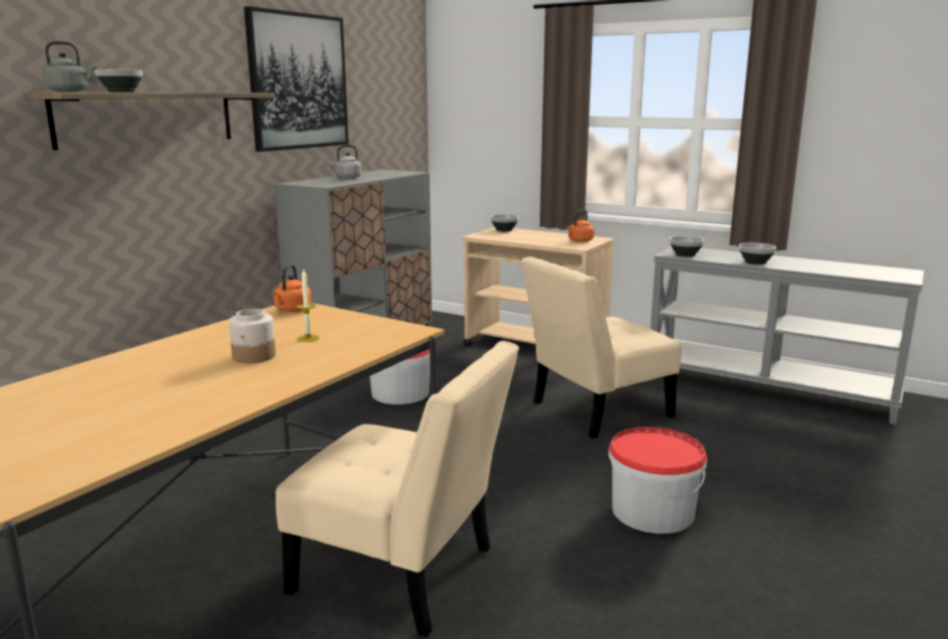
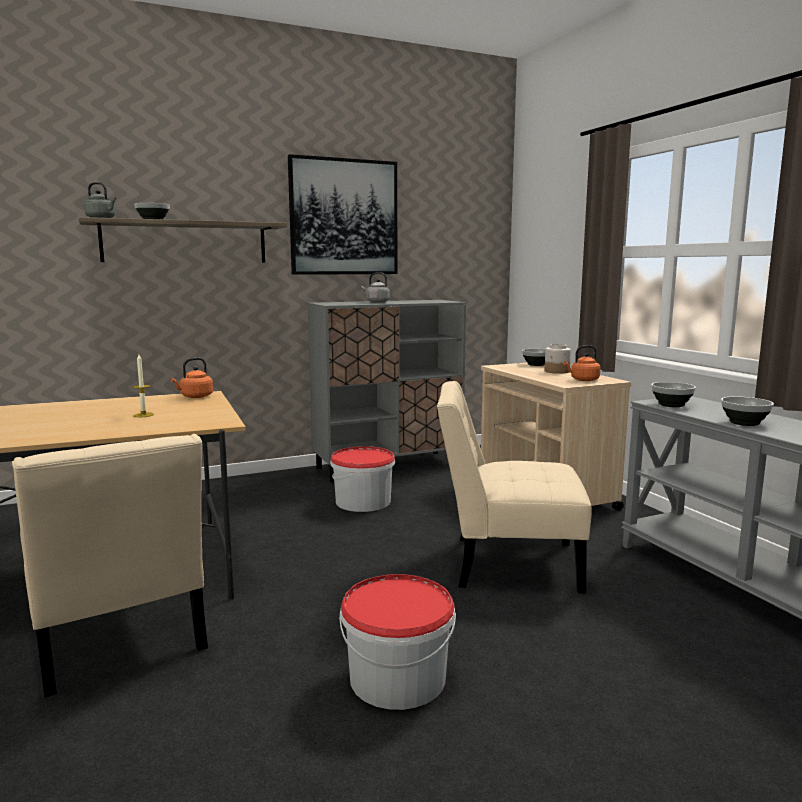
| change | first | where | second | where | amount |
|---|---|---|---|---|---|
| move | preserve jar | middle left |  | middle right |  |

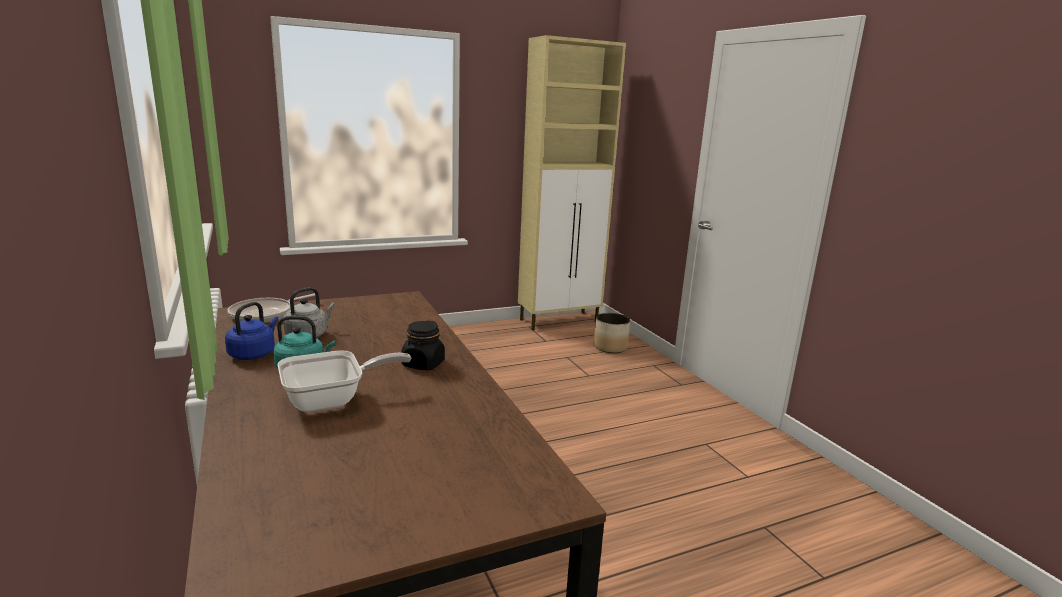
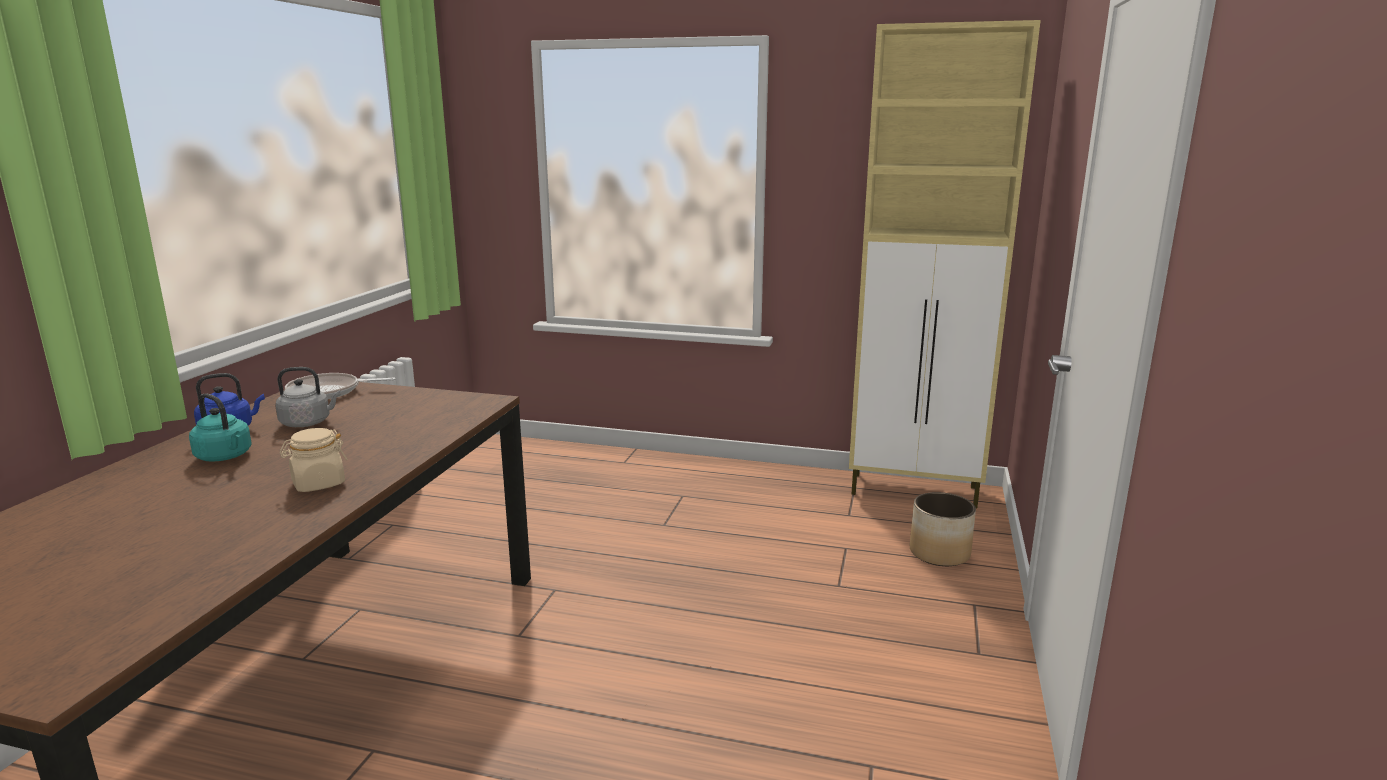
| change | first | where | second | where | amount |
|---|---|---|---|---|---|
| delete | frying pan (2nd from left) | middle left |  |  |  |
| recolor | black preserve jar | centre | beige-coloured preserve jar | middle left |  |

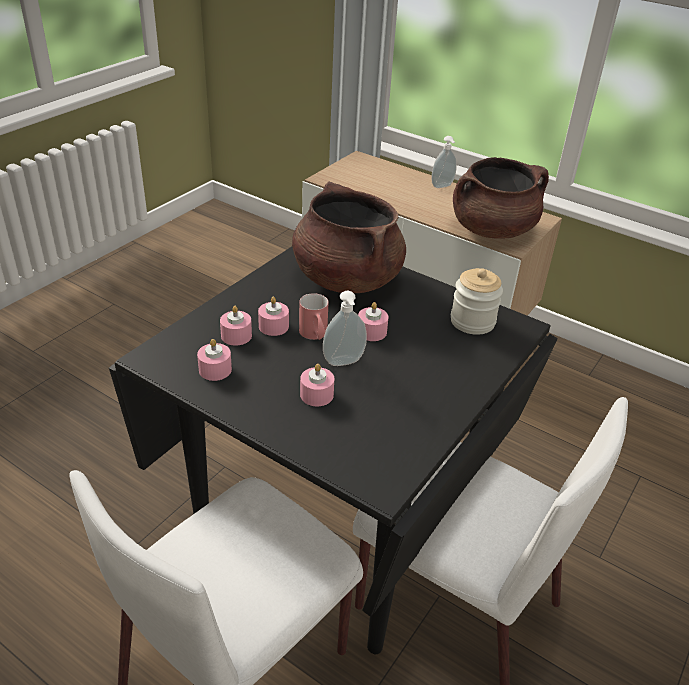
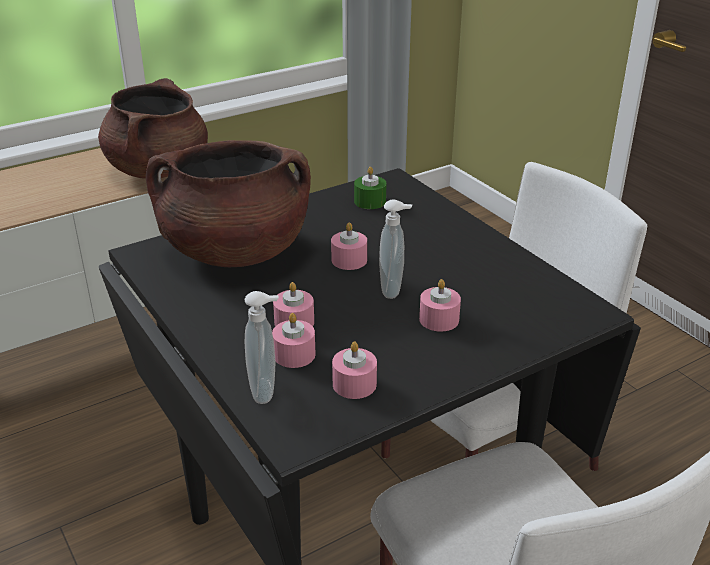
| change | first | where | second | where | amount |
|---|---|---|---|---|---|
| delete | reddish coffee mug | centre |  |  |  |
| move | liquid soap bottle (2nd from left in the first image) | top centre | liquid soap bottle (1st from left) | centre |  |
| replace | preserve jar | middle right | green wax candle | top centre |  |

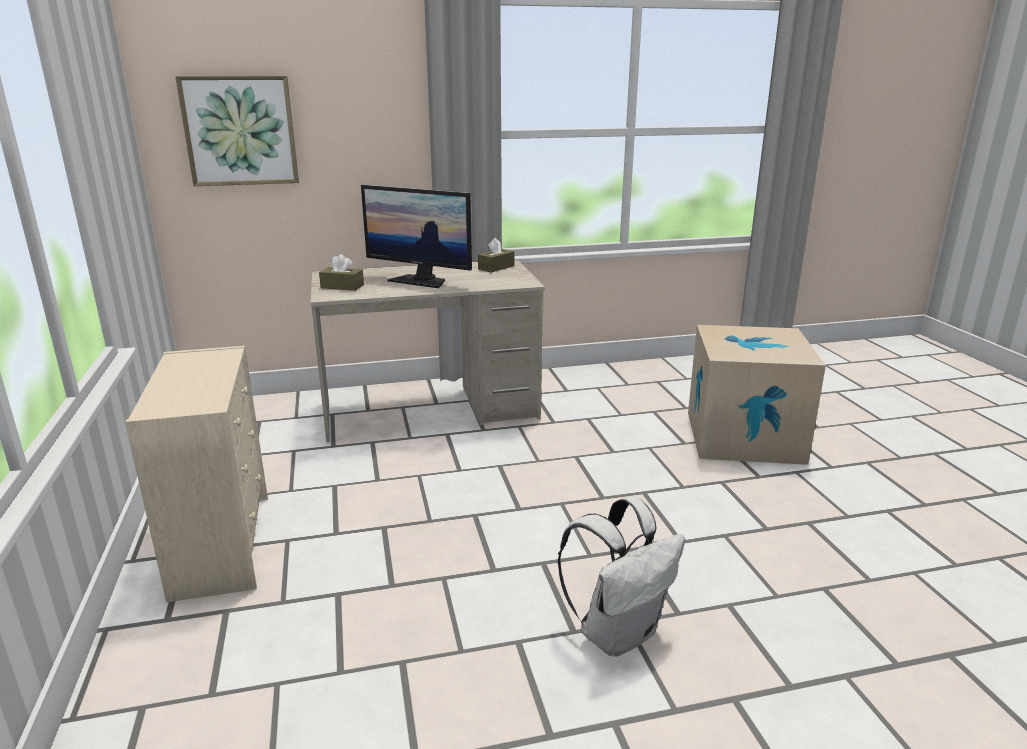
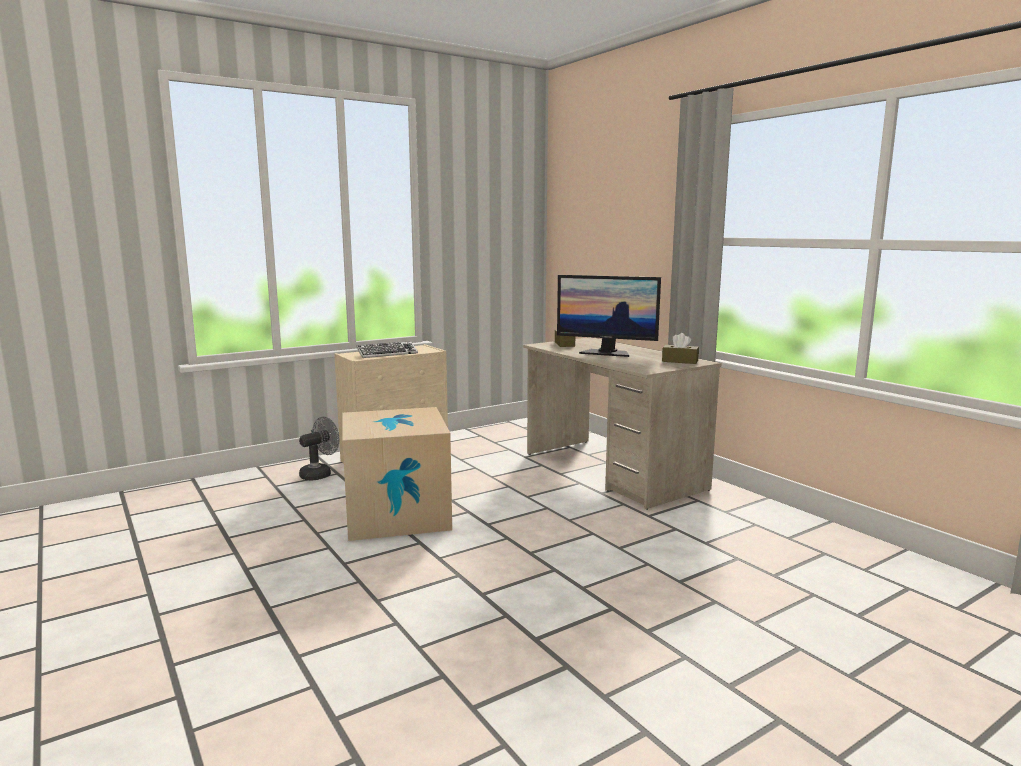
| change | first | where | second | where | amount |
|---|---|---|---|---|---|
| delete | wall picture | top left |  |  |  |
| rotate | computer display | top centre |  | centre | 75 degrees counterclockwise |
| delete | white knapsack | bottom centre |  |  |  |
| move | cardboard box | middle right |  | centre |  |
| insert |  |  | grey cooling fan | middle left |  |
| insert |  |  | PC keyboard | centre |  |

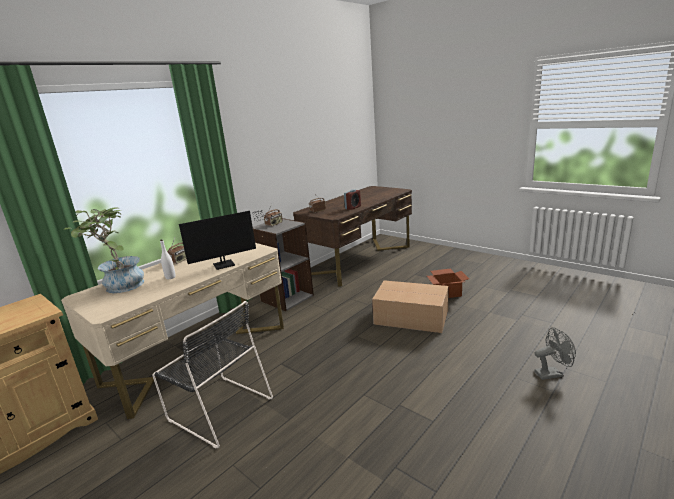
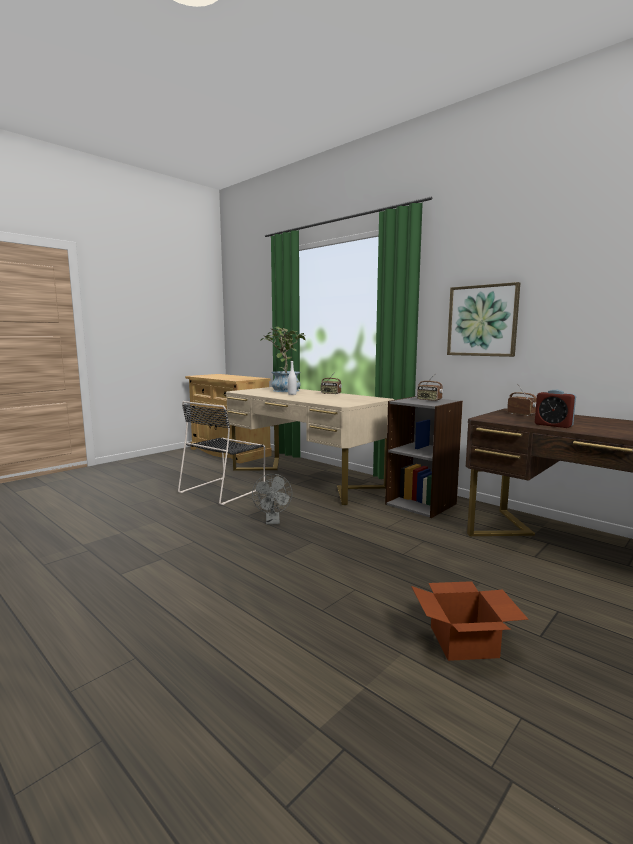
| change | first | where | second | where | amount |
|---|---|---|---|---|---|
| delete | computer display | middle left |  |  |  |
| delete | cardboard box (1st from left) | centre |  |  |  |
| move | grey cooling fan | bottom right |  | centre |  |
| insert |  |  | wall picture | middle right |  |

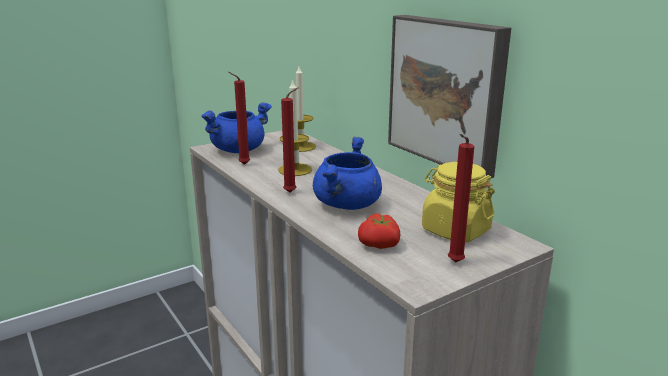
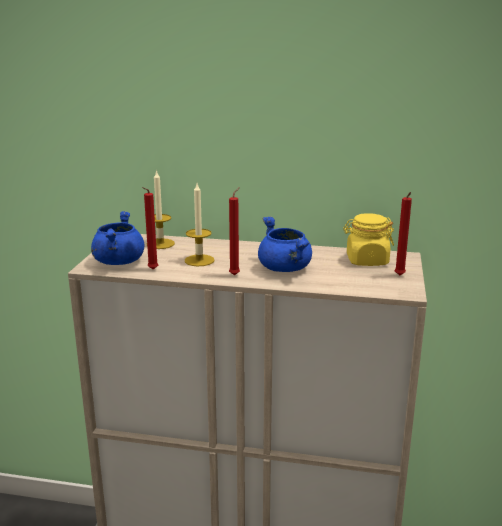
| change | first | where | second | where | amount |
|---|---|---|---|---|---|
| delete | whole tomato | centre |  |  |  |
| delete | wall picture | top right |  |  |  |

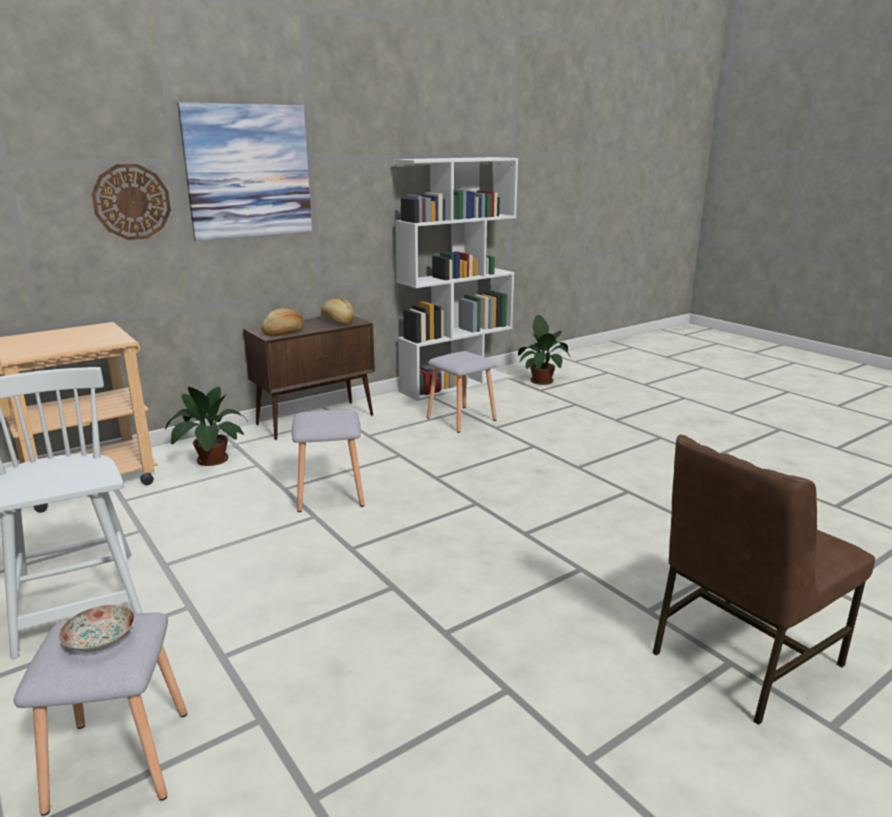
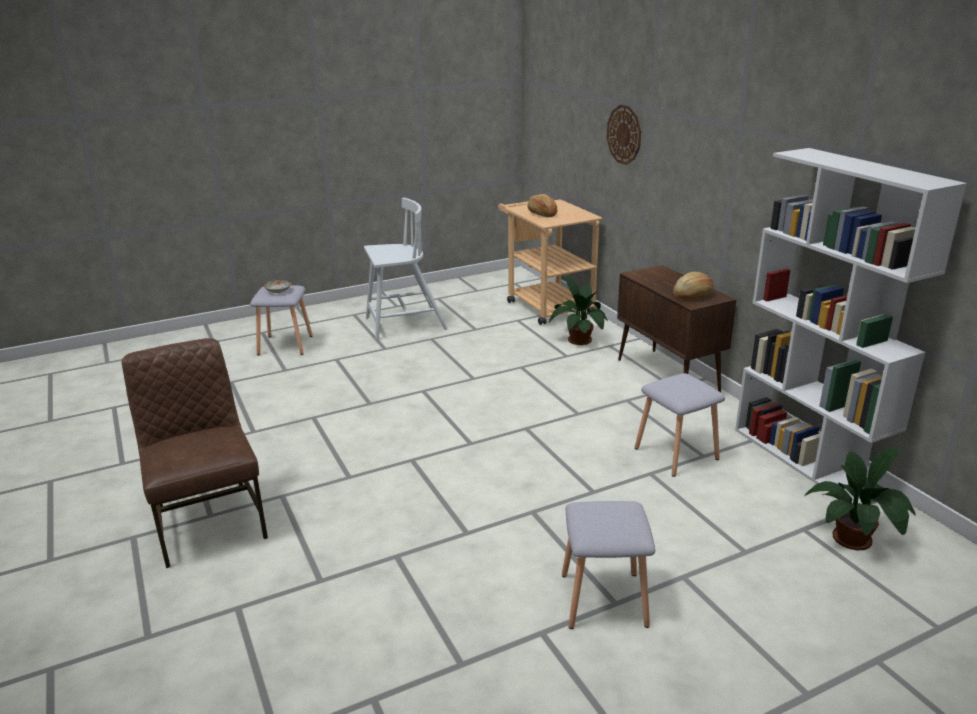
| change | first | where | second | where | amount |
|---|---|---|---|---|---|
| delete | wall picture | top left |  |  |  |
| move | bakery bread (1st from left) | middle left |  | top centre |  |
| move | grey stool (2nd from left) | centre |  | bottom centre |  |

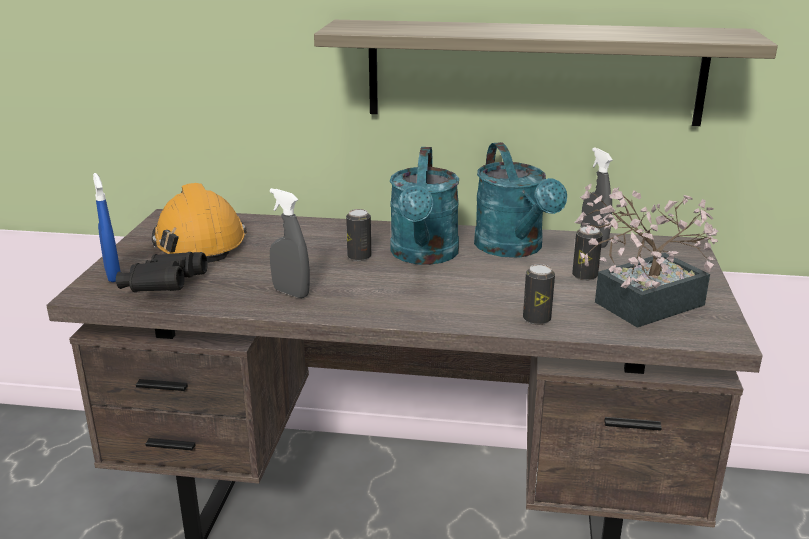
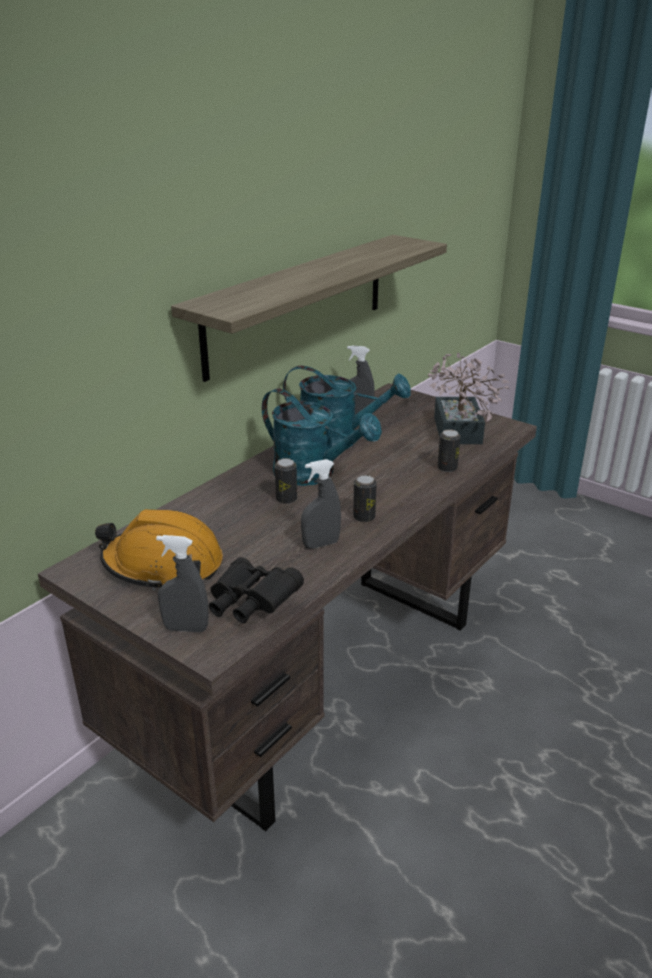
| change | first | where | second | where | amount |
|---|---|---|---|---|---|
| recolor | blue-coloured hand sprayer | middle left | grey hand sprayer (1st from left) | middle left |  |
| move | metal can (3rd from left in the first image) | middle right | metal can (2nd from left) | centre |  |

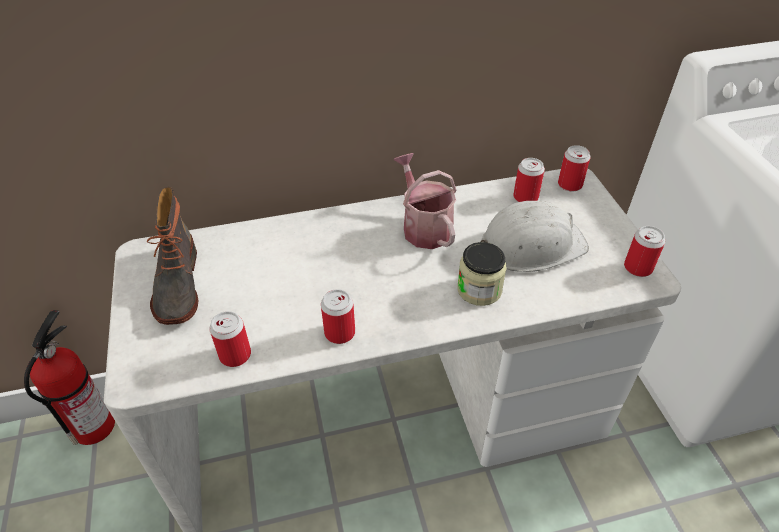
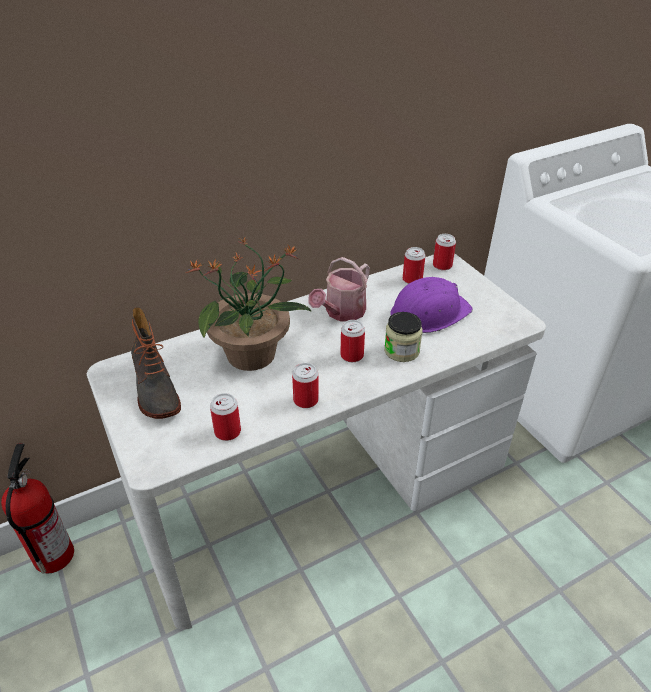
| change | first | where | second | where | amount |
|---|---|---|---|---|---|
| rotate | watering can | centre |  | centre | 105 degrees counterclockwise |
| recolor | white work helmet | middle right | purple work helmet | centre |  |
| move | metal can (5th from left in the first image) | middle right | metal can (3rd from left) | centre |  |
| insert |  |  | houseplant | centre |  |

